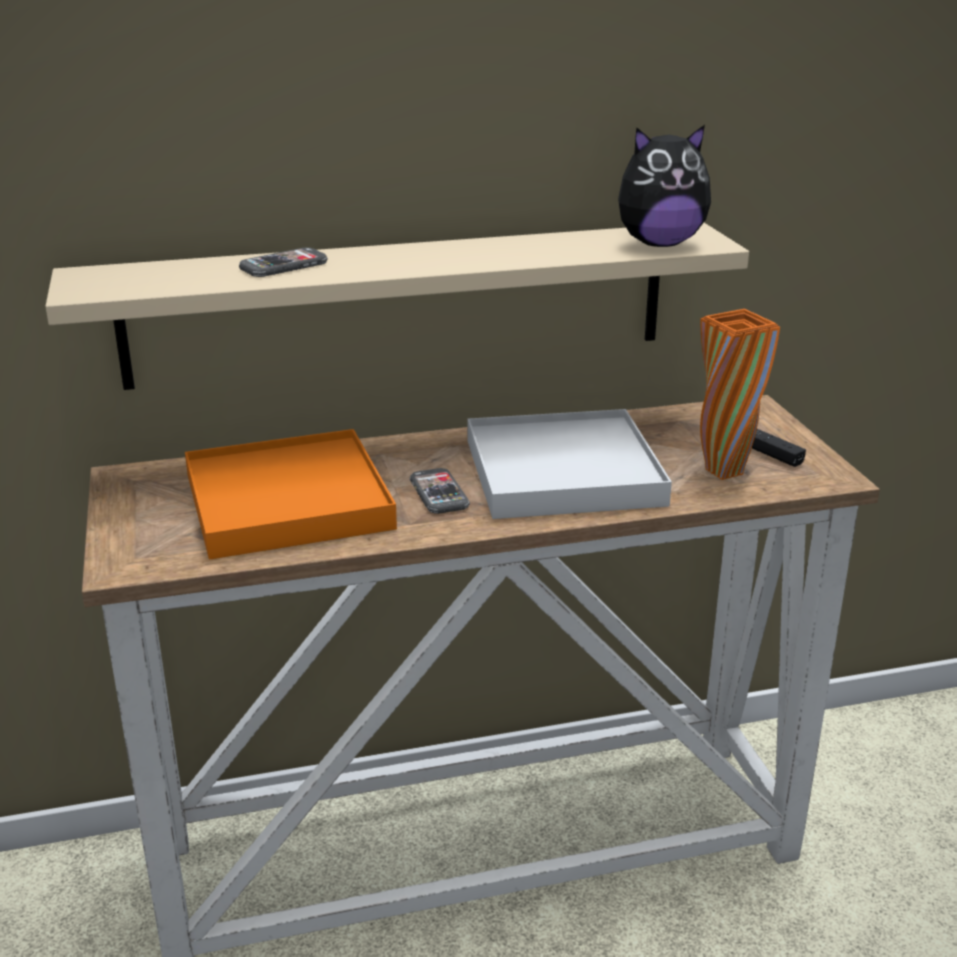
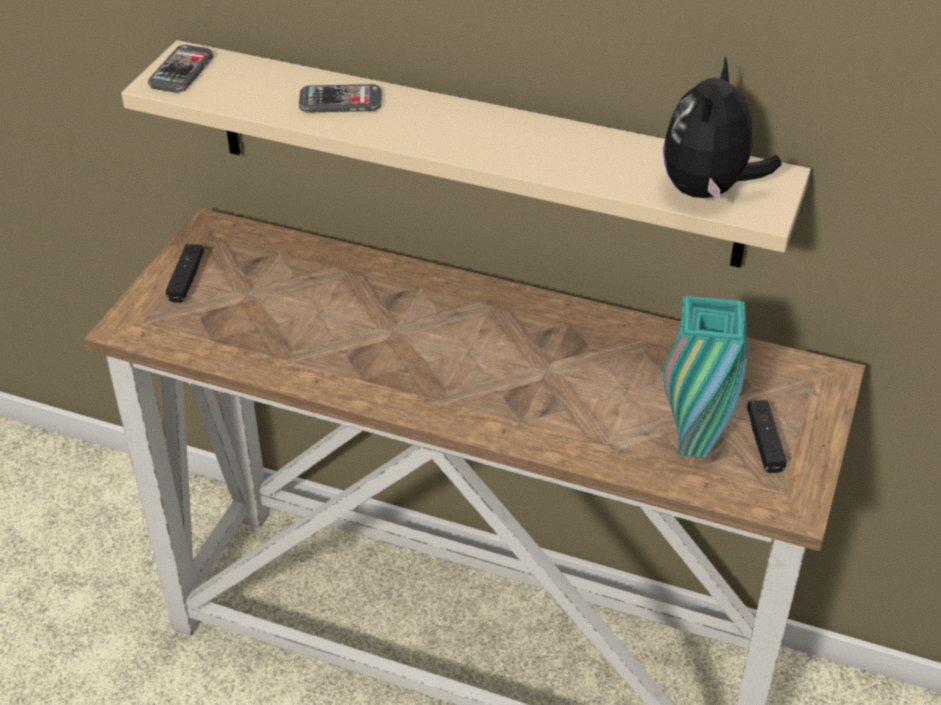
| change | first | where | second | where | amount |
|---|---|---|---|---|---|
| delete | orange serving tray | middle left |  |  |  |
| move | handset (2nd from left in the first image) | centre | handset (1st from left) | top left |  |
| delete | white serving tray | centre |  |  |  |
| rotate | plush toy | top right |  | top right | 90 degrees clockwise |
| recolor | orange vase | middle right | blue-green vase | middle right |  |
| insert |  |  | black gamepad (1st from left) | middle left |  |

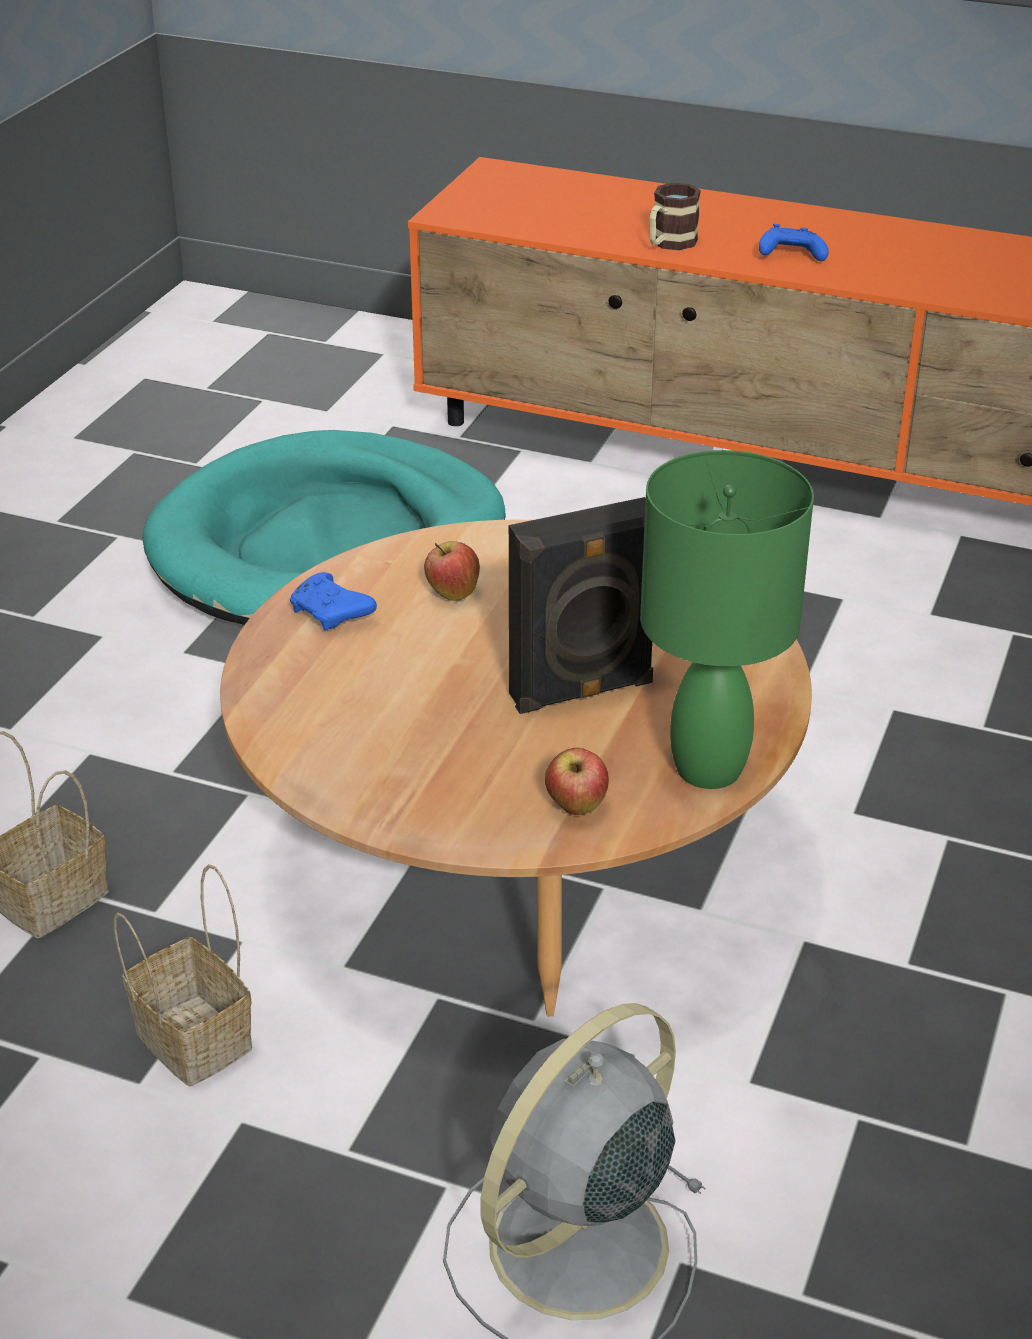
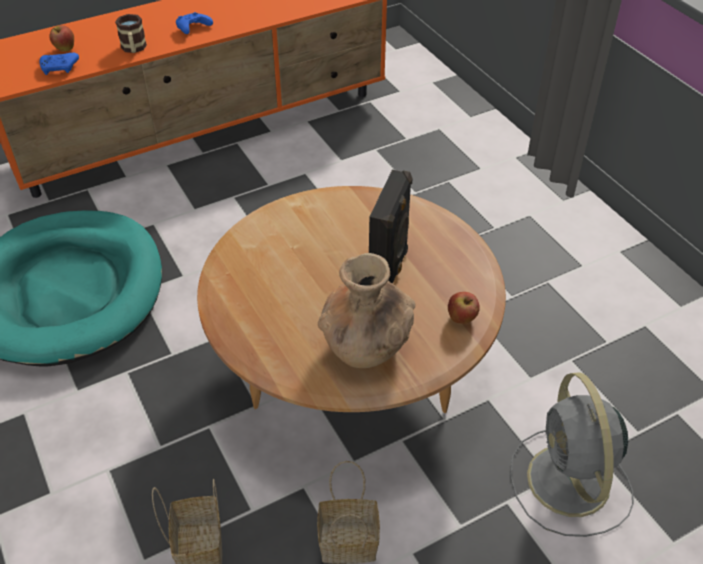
| change | first | where | second | where | amount |
|---|---|---|---|---|---|
| move | blue-coloured gamepad (1st from left) | middle left |  | top left |  |
| move | whole apple (1st from left) | centre |  | top left |  |
| delete | green lamp for a table | middle right |  |  |  |
| insert |  |  | brown-coloured vase | centre |  |

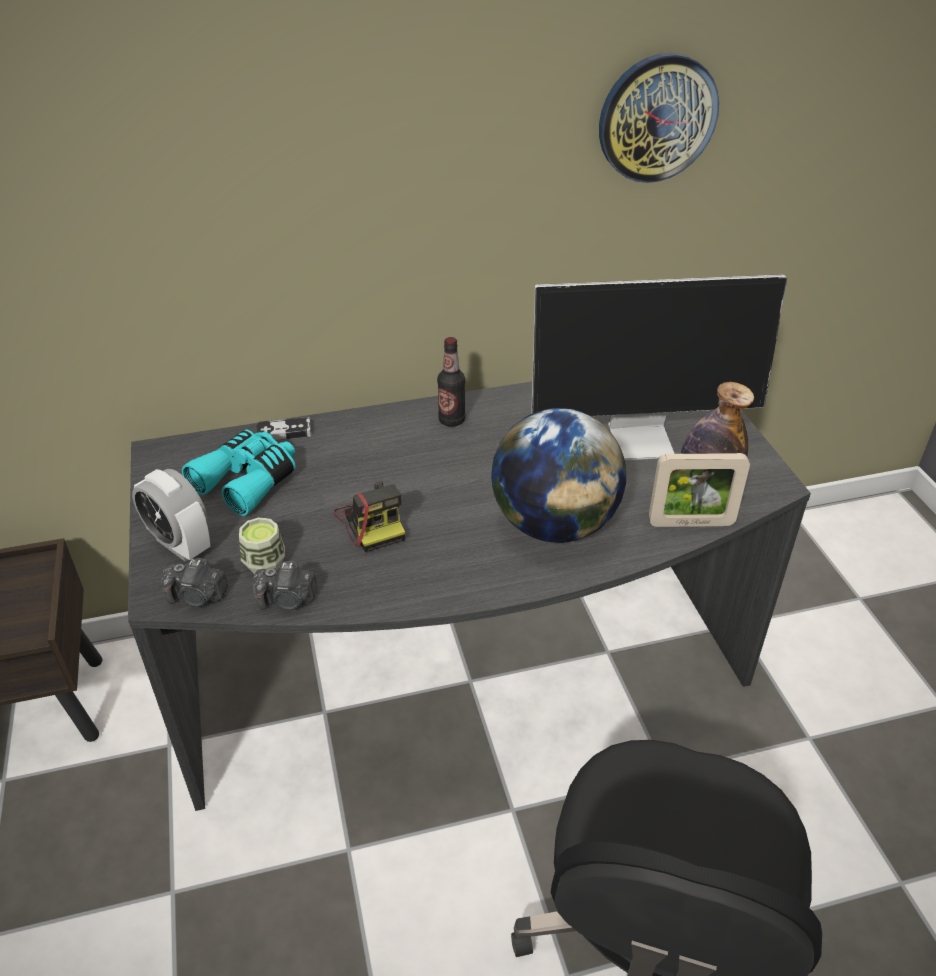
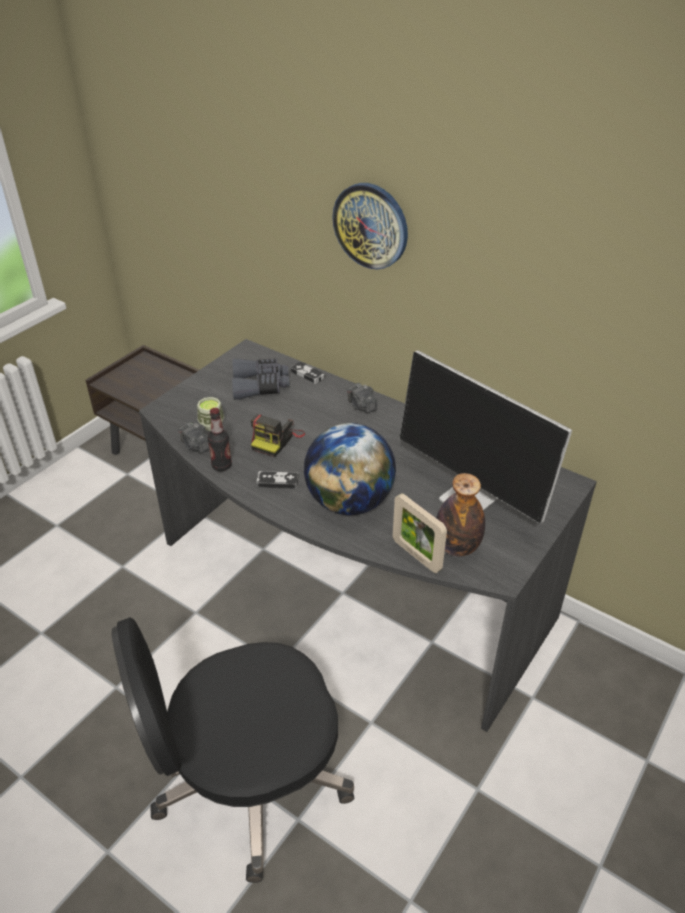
| change | first | where | second | where | amount |
|---|---|---|---|---|---|
| delete | table clock | middle left |  |  |  |
| move | photo camera (1st from left in the first image) | middle left | photo camera (3rd from left) | centre |  |
| recolor | blue-green field glasses | middle left | grey field glasses | centre |  |
| move | beverage bottle (1st from left) | centre |  | middle left |  |
| move | clock on the wall | top right |  | top centre |  |
| insert |  |  | gamepad (1st from left) | centre |  |

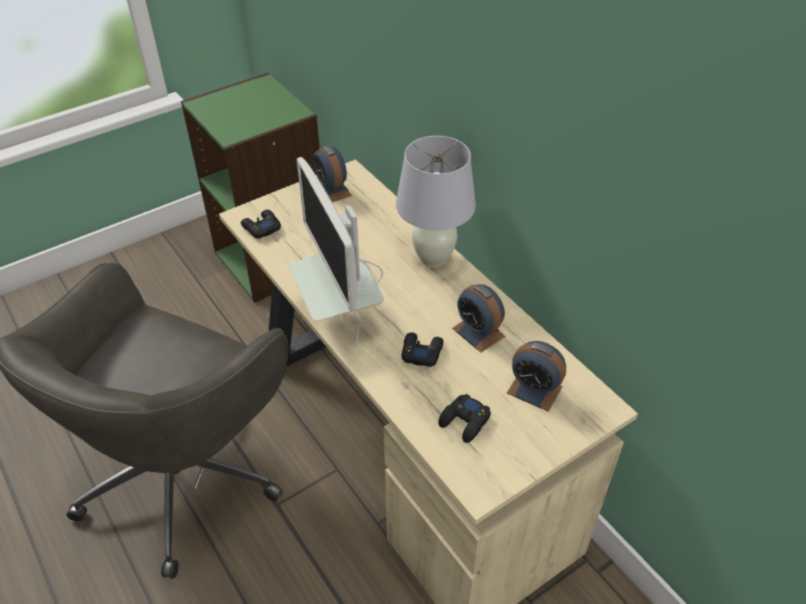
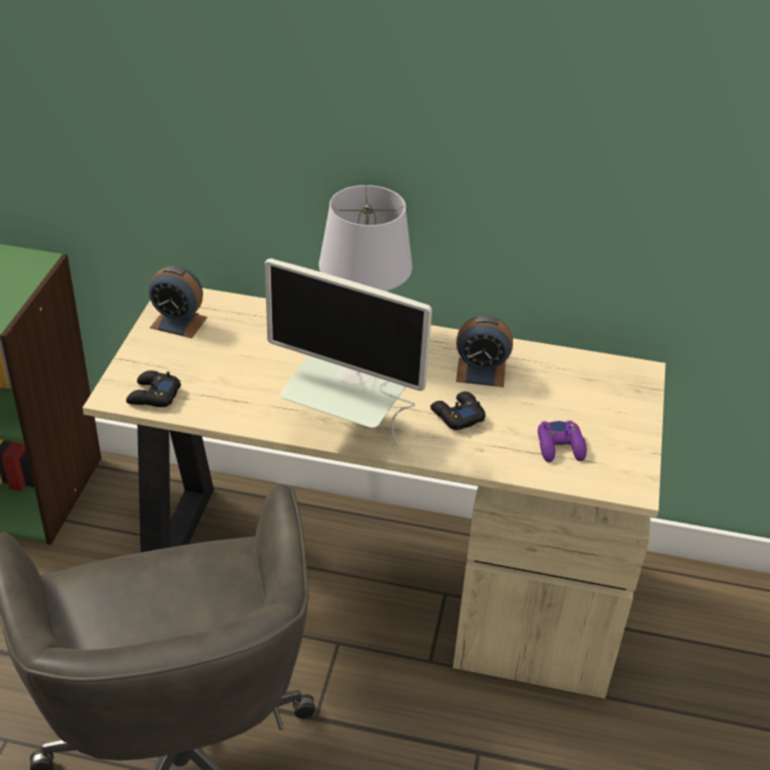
| change | first | where | second | where | amount |
|---|---|---|---|---|---|
| recolor | black gamepad (3rd from left) | bottom centre | purple gamepad | middle right |  |
| delete | table clock (3rd from left) | centre |  |  |  |

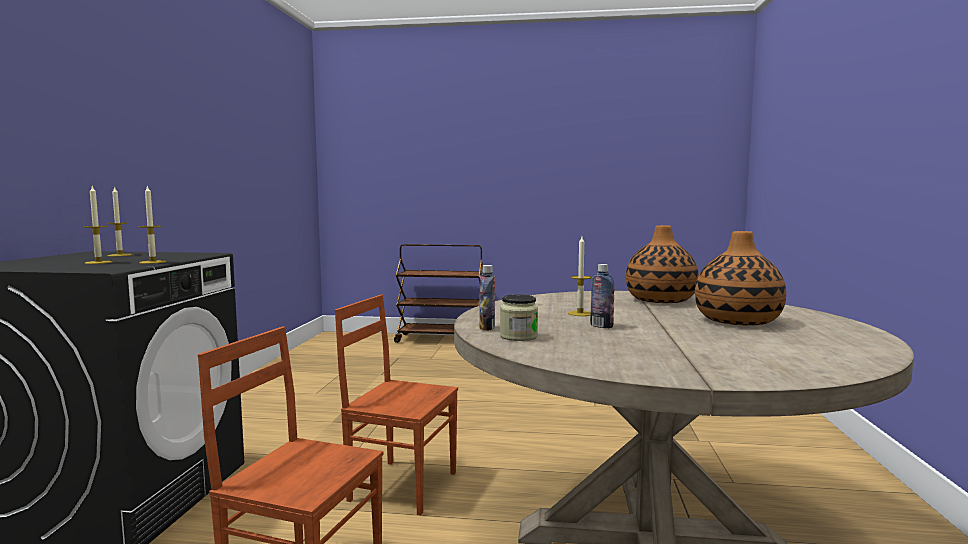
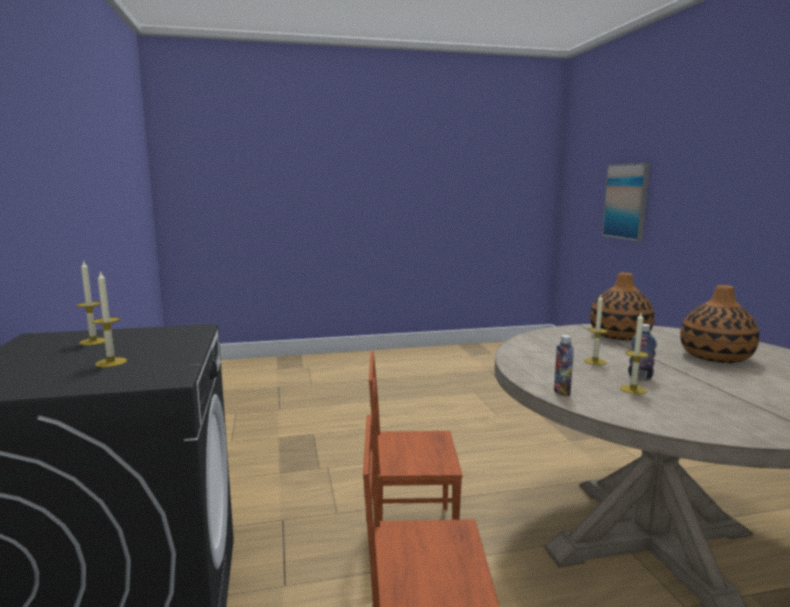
| change | first | where | second | where | amount |
|---|---|---|---|---|---|
| move | wax candle (3rd from left in the first image) | middle left | wax candle (4th from left) | middle right |  |
| delete | brown-coloured wheeled cart | centre |  |  |  |
| delete | preserve jar | centre |  |  |  |
| insert |  |  | wall picture | top right |  |

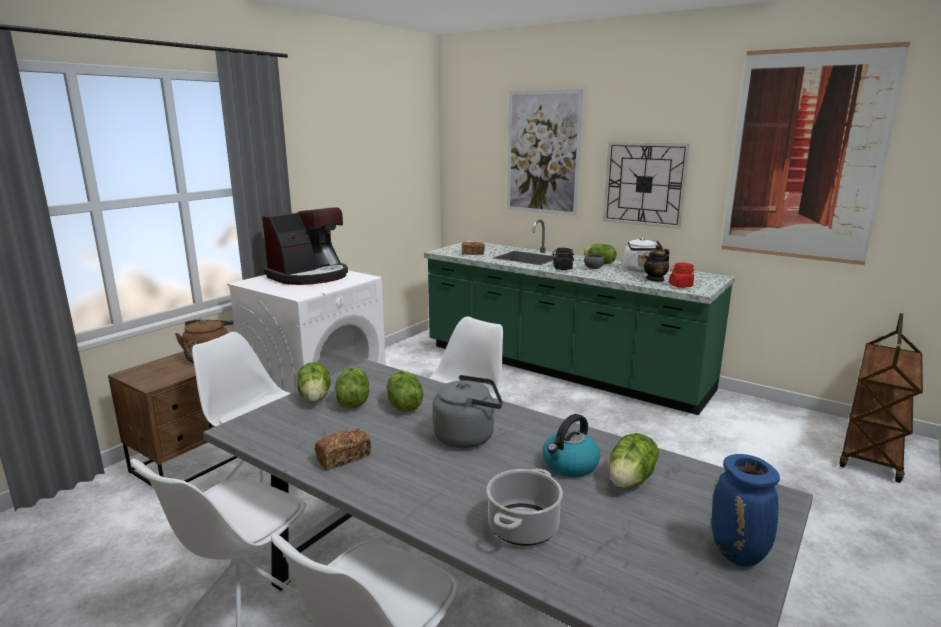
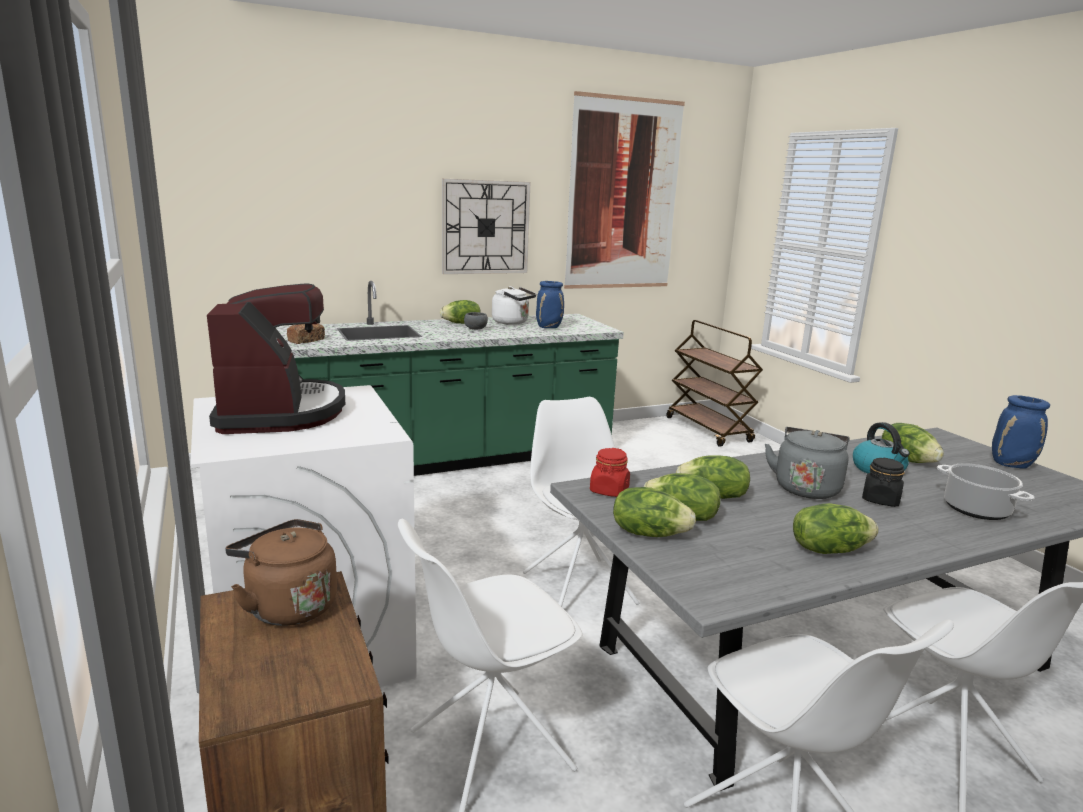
| change | first | where | second | where | amount |
|---|---|---|---|---|---|
| replace | bakery bread (1st from left) | bottom centre | lettuce head (5th from left) | middle right |  |
| delete | wall picture (1st from left) | top centre |  |  |  |
| move | black preserve jar | centre |  | middle right |  |
| replace | tea pot | middle right | blue-coloured vase (1st from left) | centre |  |
| move | reddish preserve jar | middle right |  | centre |  |

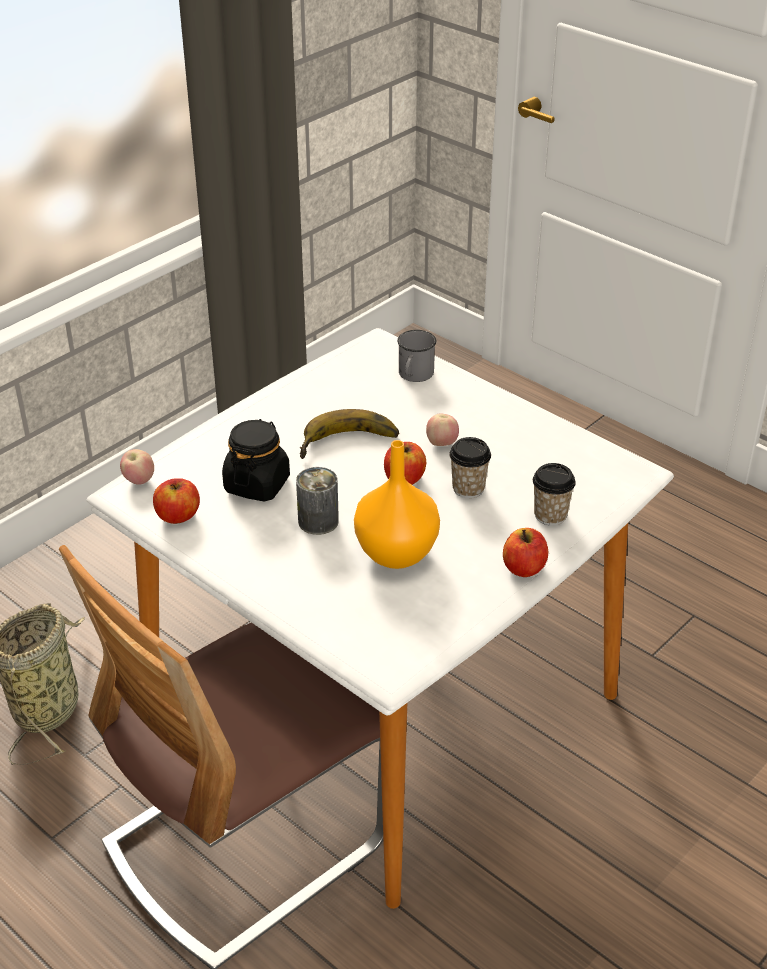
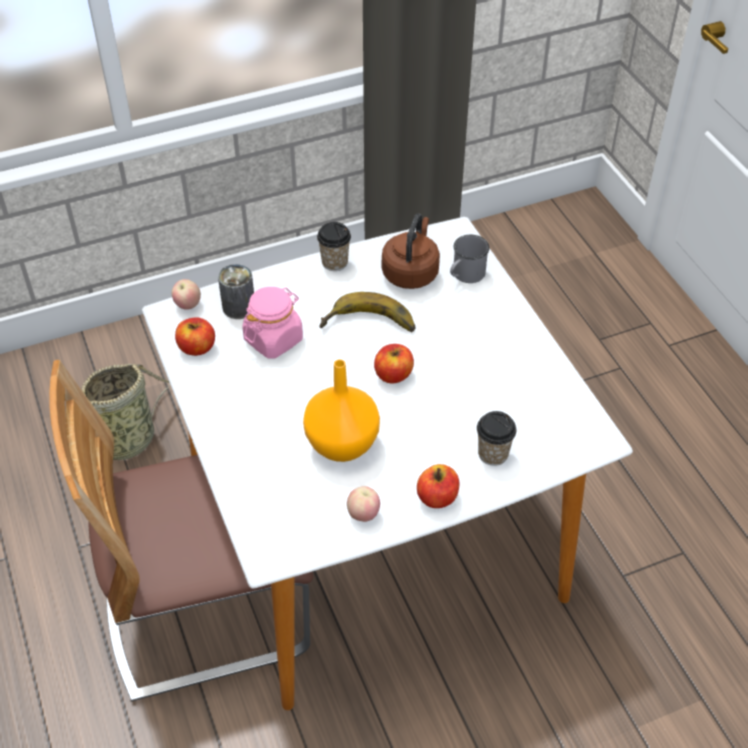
| change | first | where | second | where | amount |
|---|---|---|---|---|---|
| recolor | black preserve jar | centre | pink preserve jar | centre |  |
| move | metal can | centre |  | middle left |  |
| move | whole apple (4th from left in the first image) | centre | whole apple (3rd from left) | bottom centre |  |
| move | small cup (1st from left) | centre |  | top centre |  |
| insert |  |  | brown-coloured kettle | centre |  |

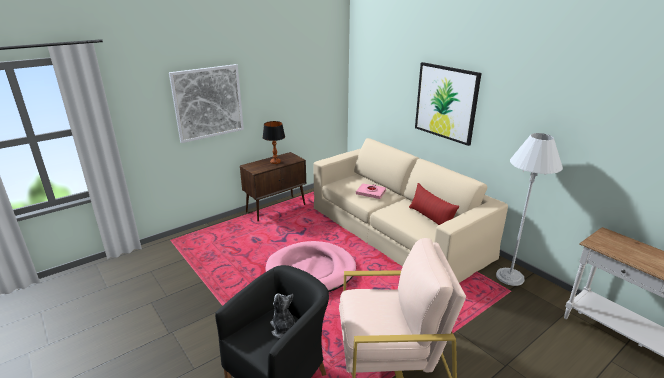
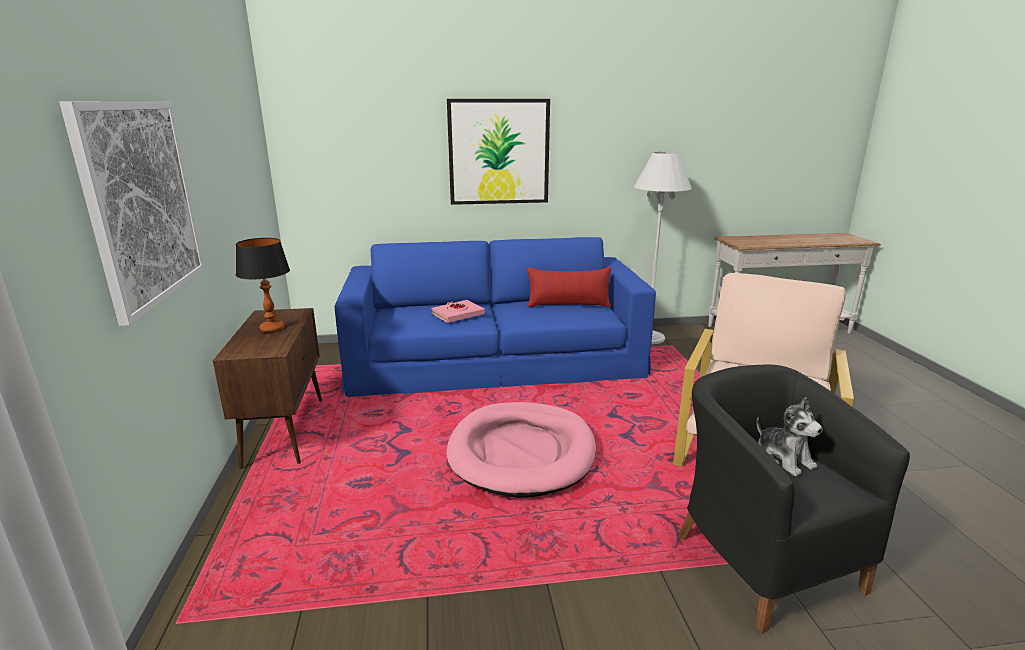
| change | first | where | second | where | amount |
|---|---|---|---|---|---|
| rotate | plush toy | bottom centre |  | bottom right | 120 degrees counterclockwise |
| recolor | beige-coloured couch | centre | blue-coloured couch | centre |  |

